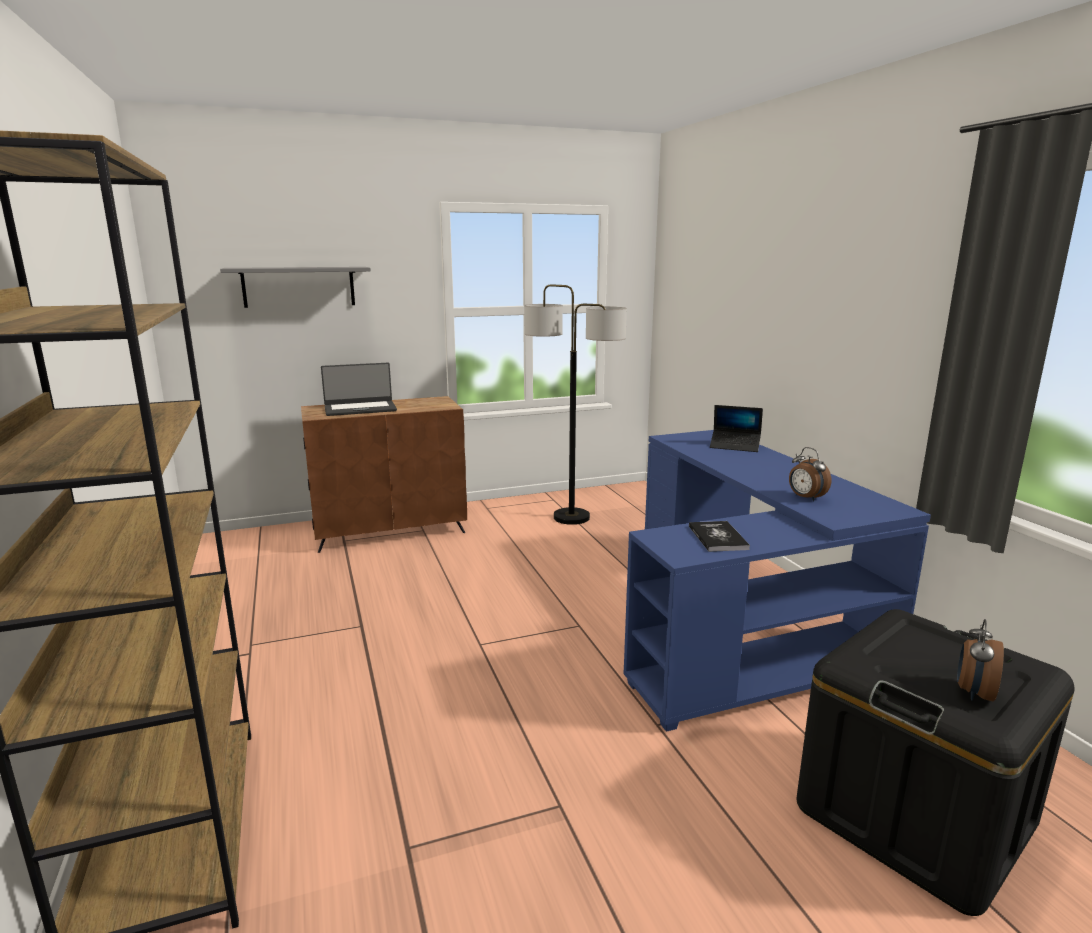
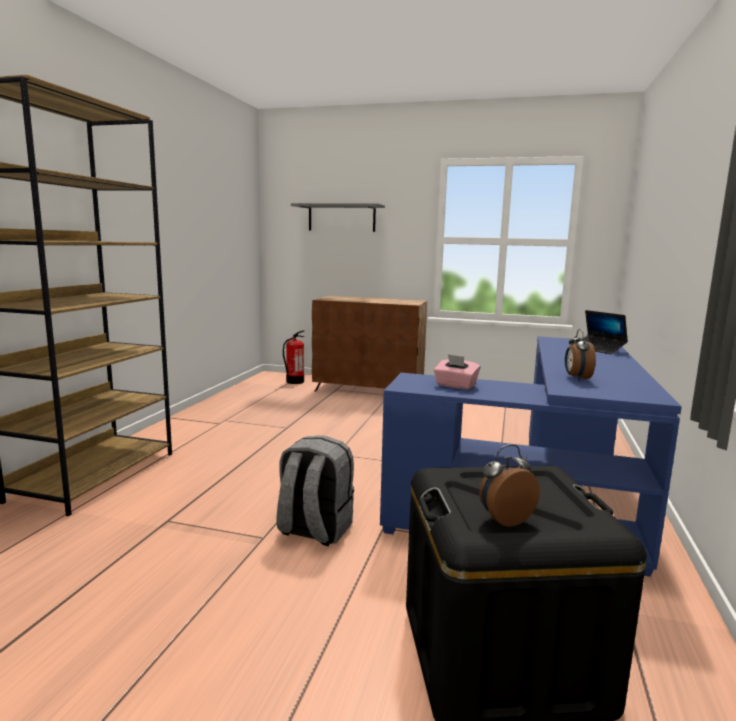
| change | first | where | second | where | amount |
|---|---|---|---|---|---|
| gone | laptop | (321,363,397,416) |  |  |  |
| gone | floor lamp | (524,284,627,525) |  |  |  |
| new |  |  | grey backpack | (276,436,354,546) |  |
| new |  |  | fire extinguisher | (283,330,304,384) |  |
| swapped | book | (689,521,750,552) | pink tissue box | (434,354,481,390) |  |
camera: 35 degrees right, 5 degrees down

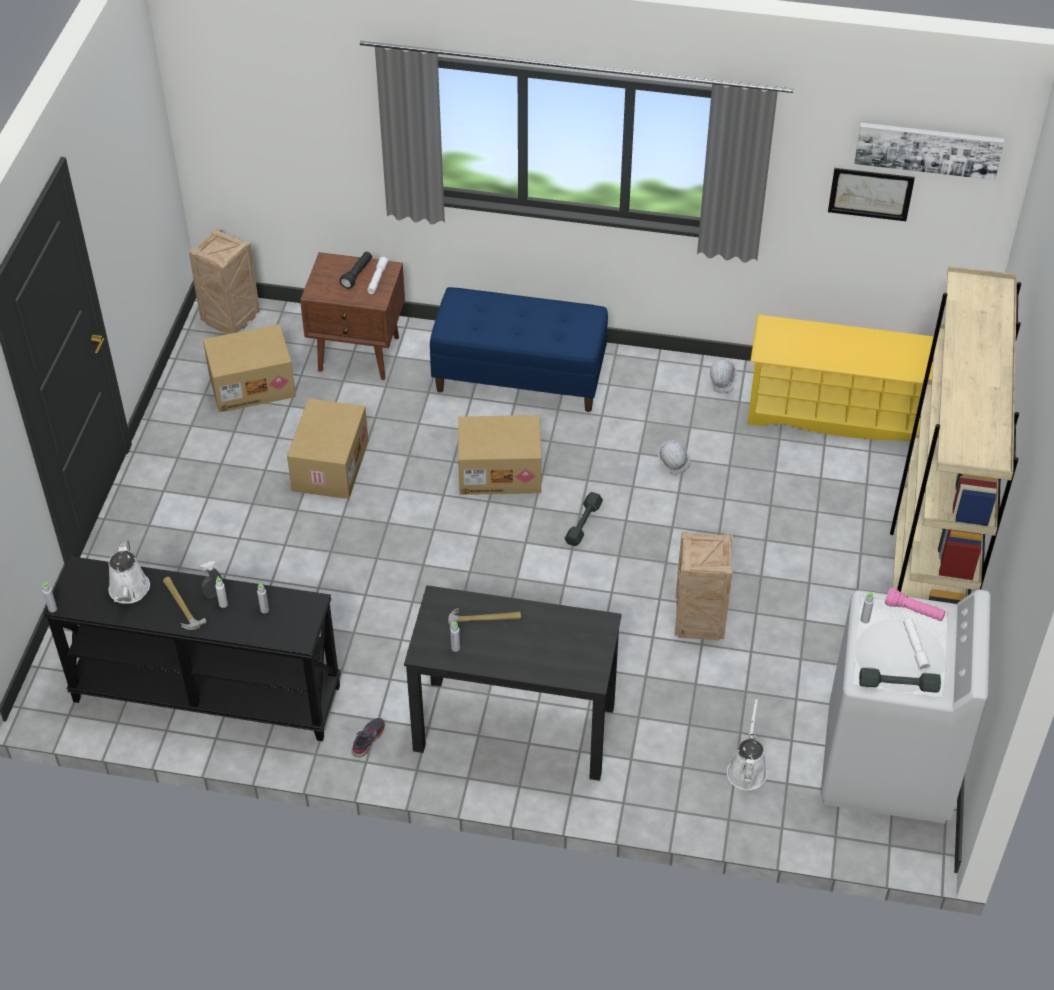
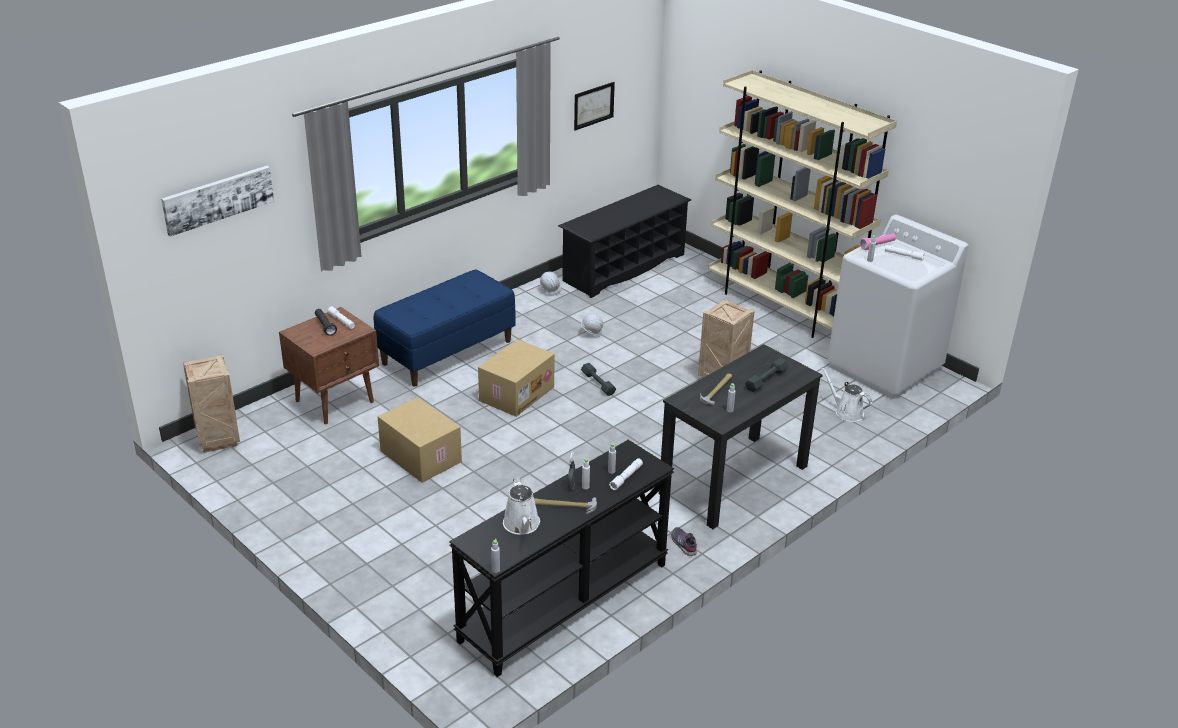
| change | first | where | second | where | amount |
|---|---|---|---|---|---|
| gone | cardboard box | (203,324,296,413) |  |  |  |
| new |  |  | white flashlight | (609,458,643,490) |  |
| shifted | picture | (854,123,1004,180) |  | (161,166,274,237) |  |
| shifted | grey dumbbell | (859,668,941,692) |  | (745,358,788,392) |  |
| repainted | yellow shoe rack | (747,314,934,441) | black shoe rack | (558,185,691,298) |  |
| rotated | white watering can | (108,540,150,604) |  | (503,478,540,535) | 45 degrees clockwise |
camera: 55 degrees left, 15 degrees down

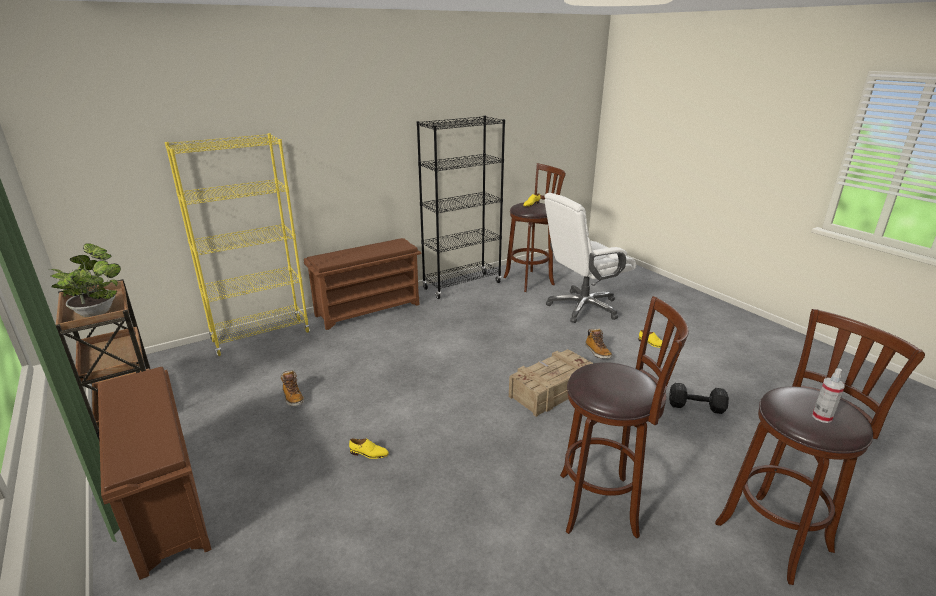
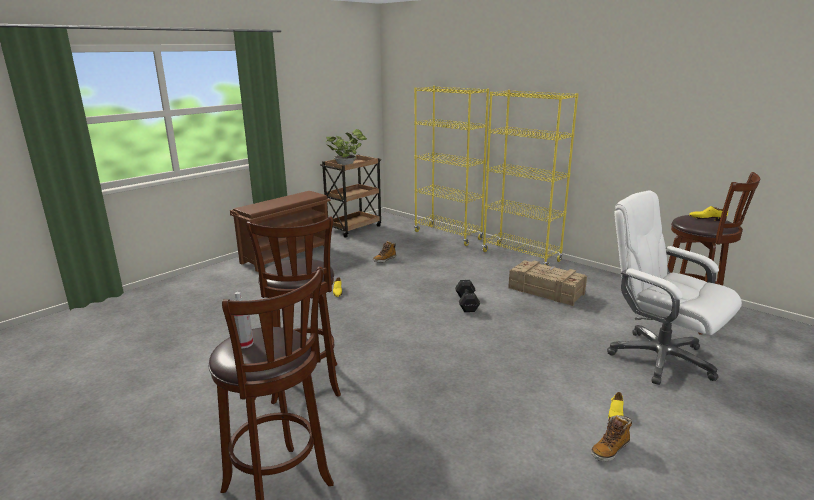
| change | first | where | second | where | amount |
|---|---|---|---|---|---|
| gone | black bookcase | (417,116,505,299) |  |  |  |
| shifted | crate | (509,349,593,417) |  | (508,260,587,306) |  |
| shifted | boot | (585,328,612,359) |  | (591,415,632,461) |  |
| shifted | black dumbbell | (669,383,729,414) |  | (455,280,480,312) |  |
| swapped | brown shoe rack | (304,238,421,330) | yellow bookcase | (482,90,579,266) |  |
camera: 75 degrees right, 5 degrees down

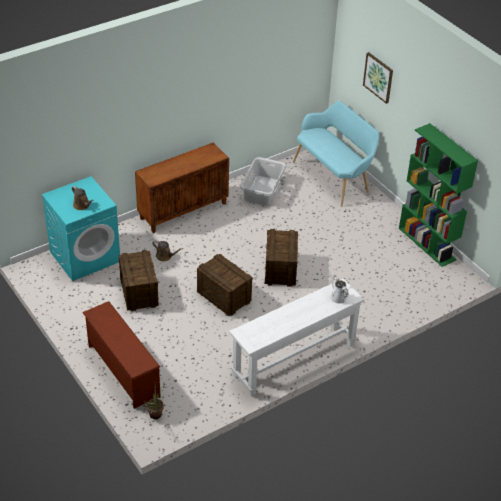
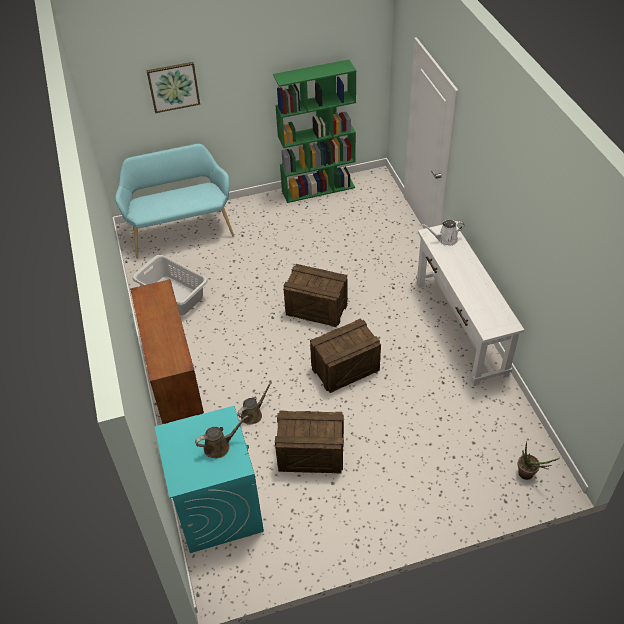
| change | first | where | second | where | amount |
|---|---|---|---|---|---|
| gone | brown shoe rack | (82,301,161,409) |  |  |  |
camera: 70 degrees left, 5 degrees up

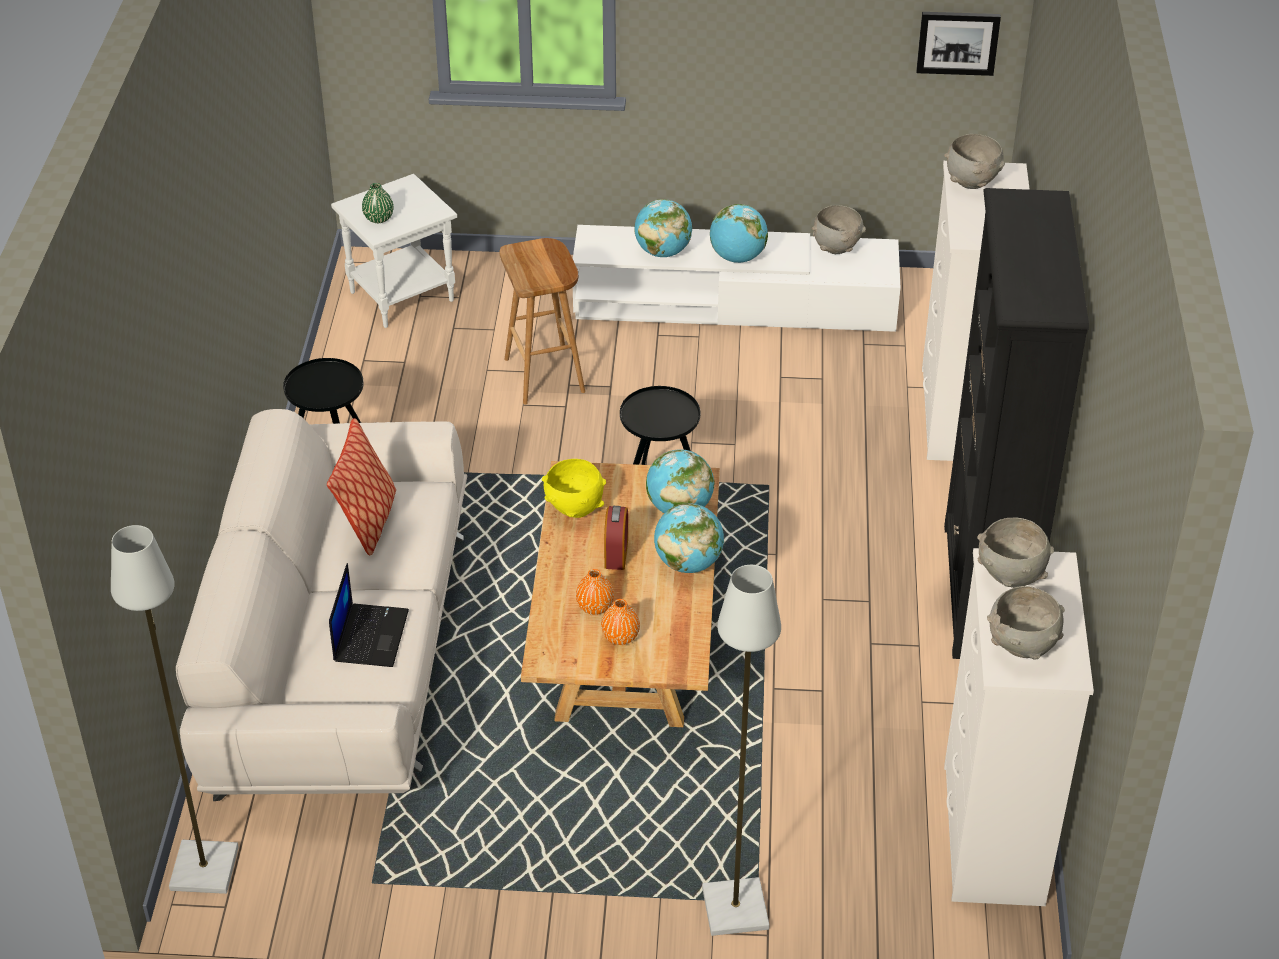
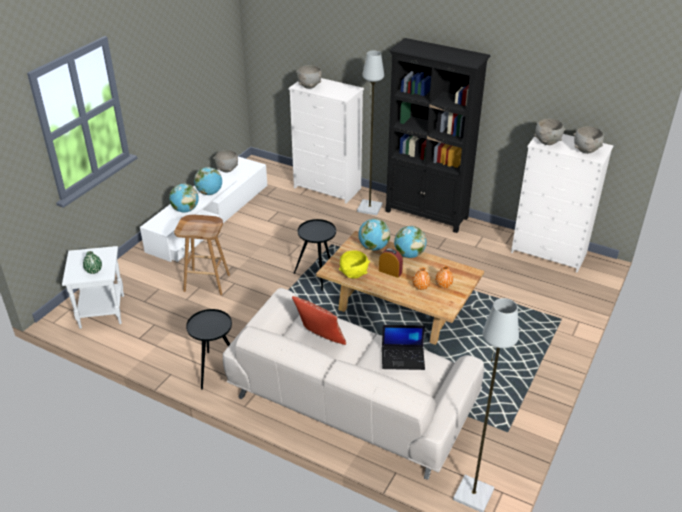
| change | first | where | second | where | amount |
|---|---|---|---|---|---|
| gone | picture | (916,12,1001,76) |  |  |  |
| shifted | grey floor lamp | (702,565,781,936) |  | (357,51,384,215) |  |
| rotated | laptop | (329,563,409,667) |  | (382,325,425,370) | 150 degrees clockwise |
camera: 65 degrees left, 5 degrees down

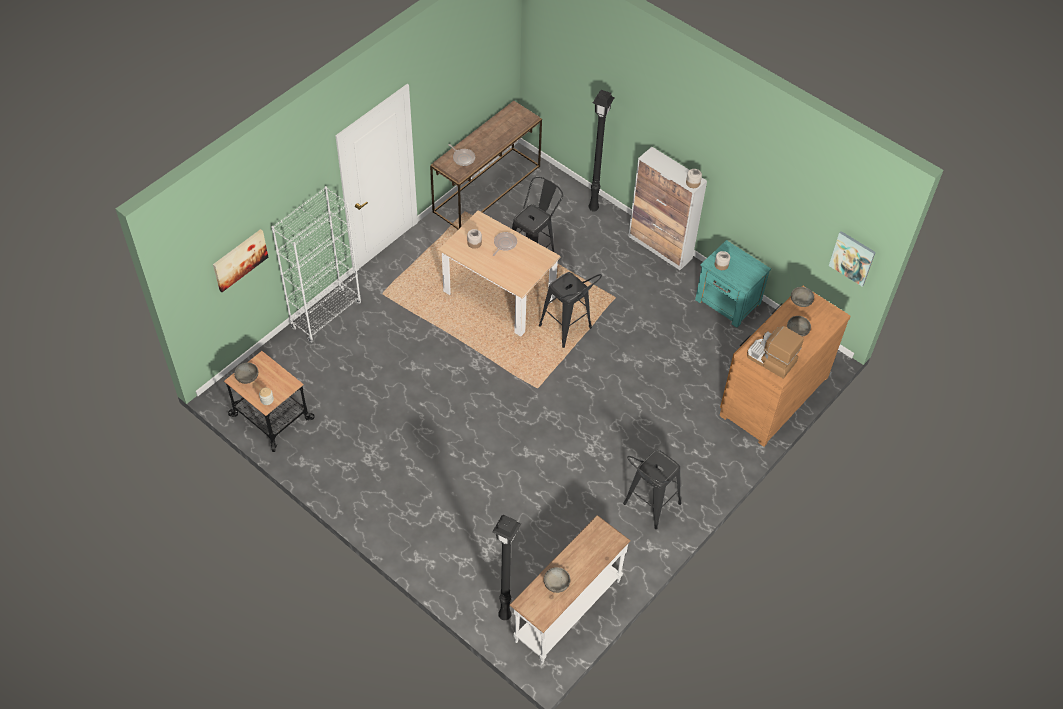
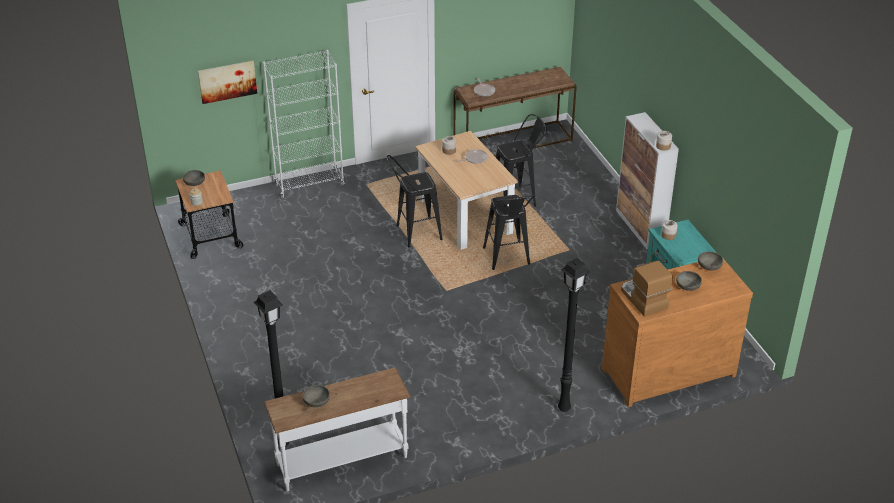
| change | first | where | second | where | amount |
|---|---|---|---|---|---|
| gone | picture | (829,231,876,286) |  |  |  |
| shifted | black floor lamp | (588,90,615,212) |  | (558,258,590,412) |  |
| shifted | black stool | (623,450,681,529) |  | (387,155,443,247) |  |
camera: 30 degrees right, 15 degrees down

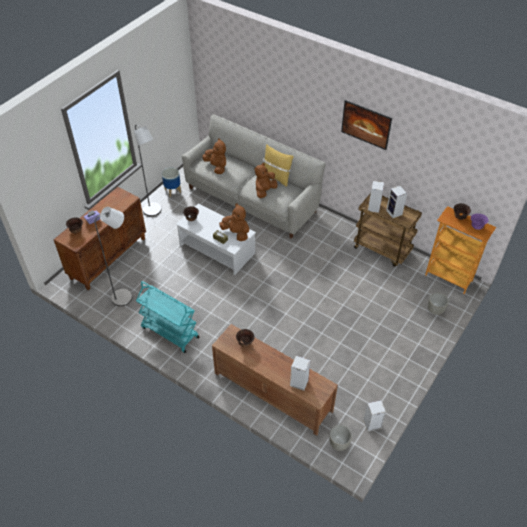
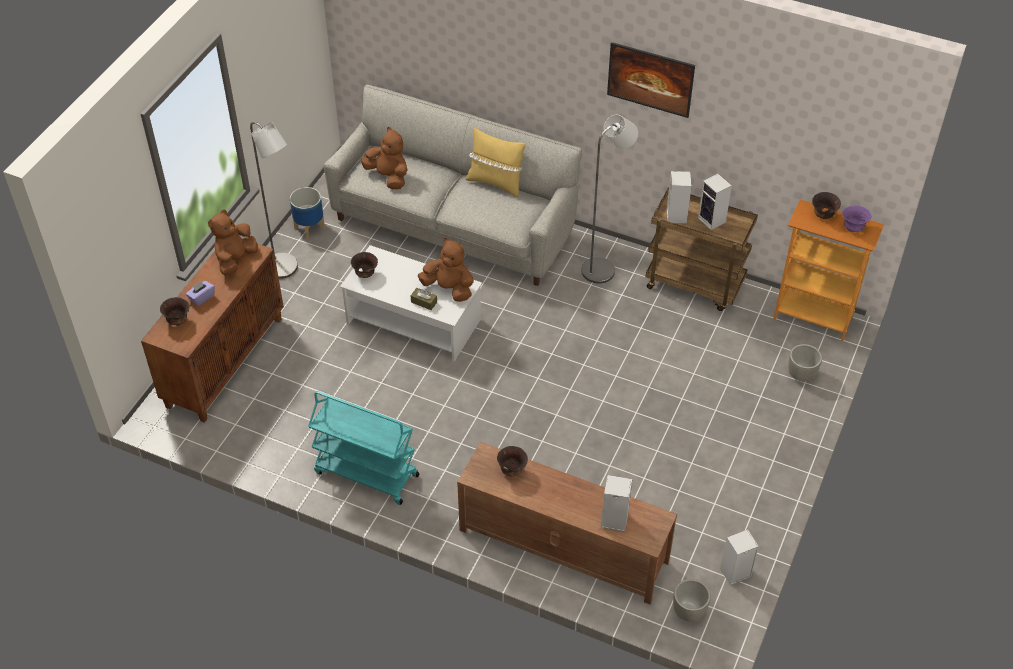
| change | first | where | second | where | amount |
|---|---|---|---|---|---|
| shifted | grey floor lamp | (94,207,132,306) |  | (581,115,638,284) |  |
| shifted | brown plush toy | (255,163,278,198) |  | (208,209,258,276) |  |
camera: 10 degrees left, 0 degrees up

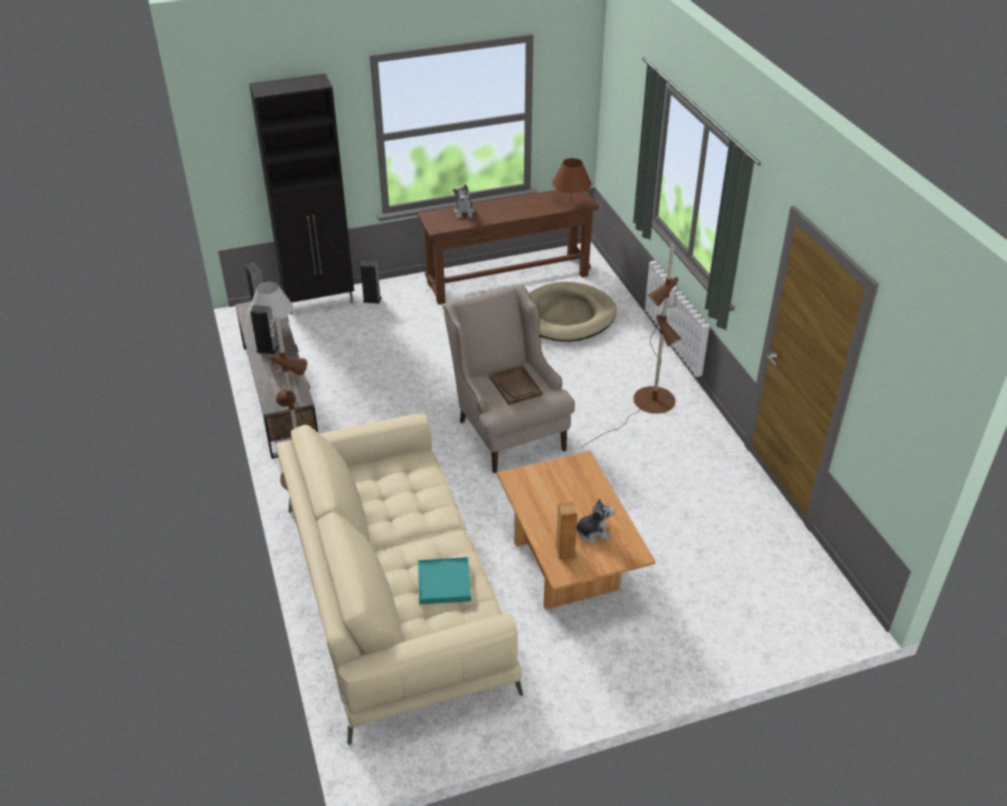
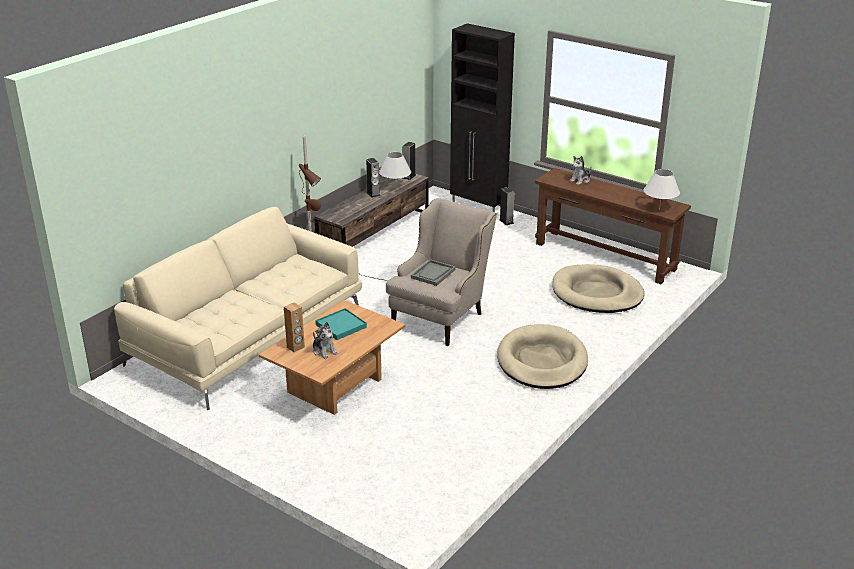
| change | first | where | second | where | amount |
|---|---|---|---|---|---|
| shifted | turquoise tray | (418,557,471,604) |  | (315,308,367,340) |  |
| swapped | brown floor lamp | (581,244,681,448) | beige dog bed | (497,324,588,389) |  |
| repainted | brown tray | (490,365,543,405) | grey tray | (411,259,456,286) |  |
| repainted | brown table lamp | (552,158,591,195) | white table lamp | (644,169,680,209) |  |
camera: 55 degrees right, 10 degrees down

